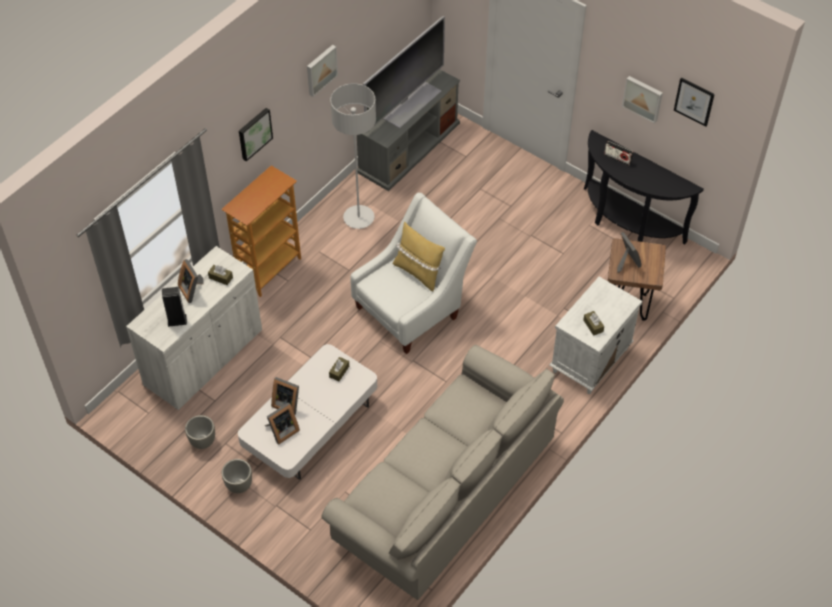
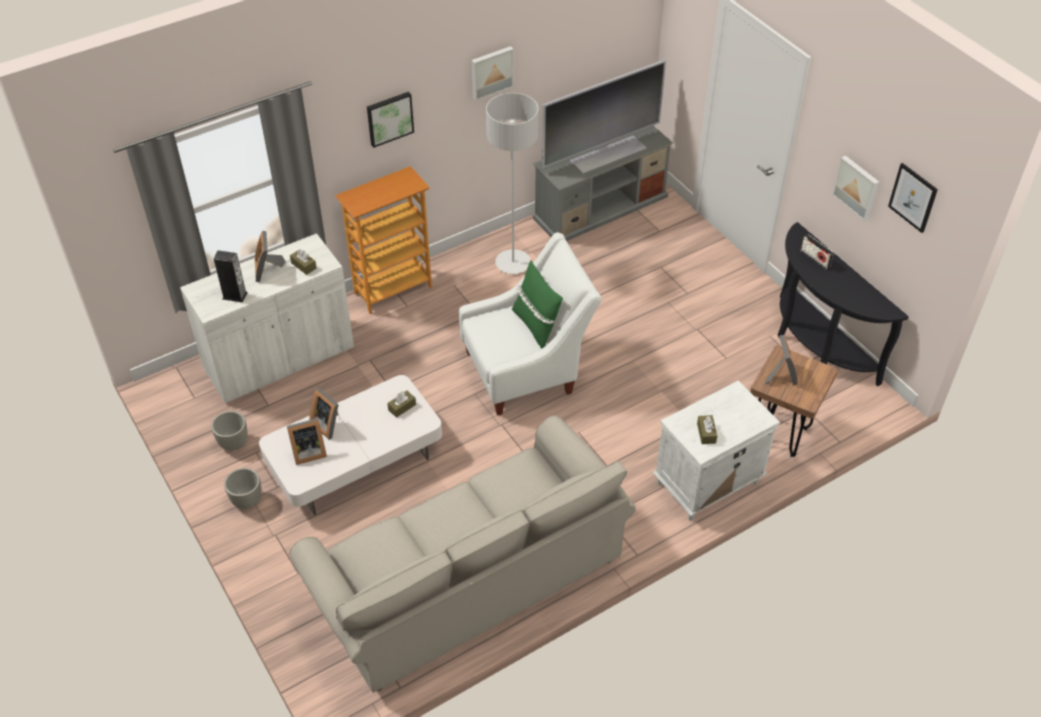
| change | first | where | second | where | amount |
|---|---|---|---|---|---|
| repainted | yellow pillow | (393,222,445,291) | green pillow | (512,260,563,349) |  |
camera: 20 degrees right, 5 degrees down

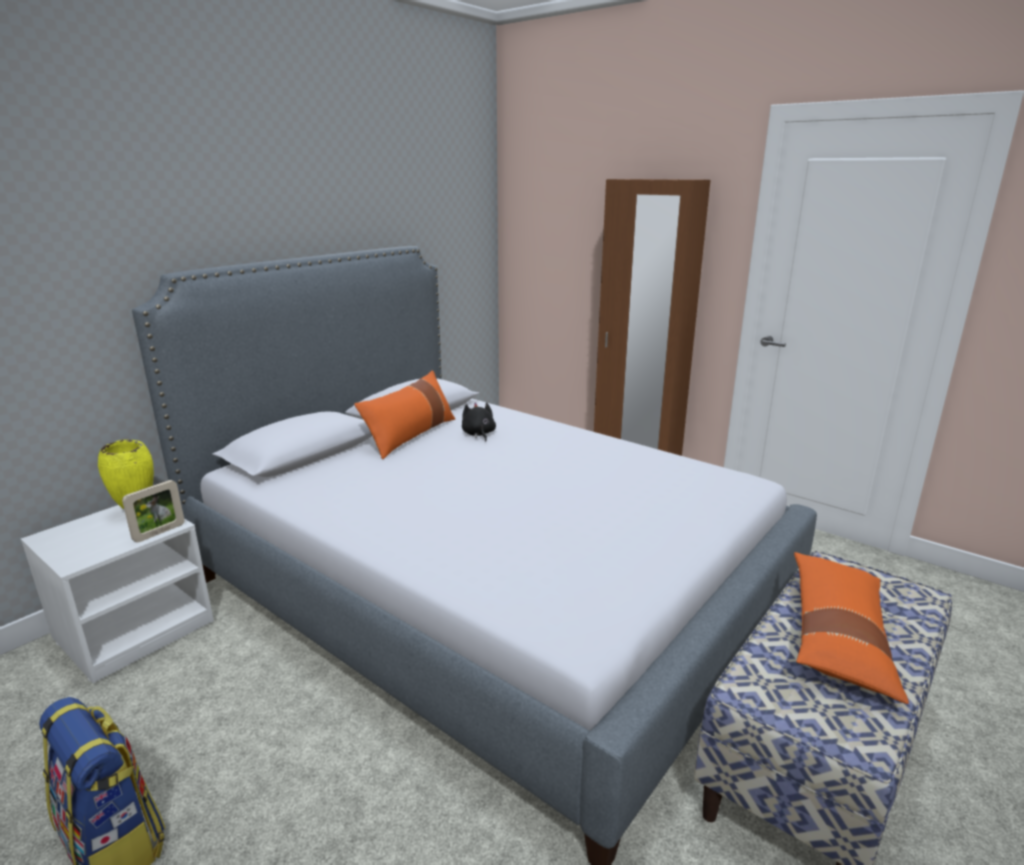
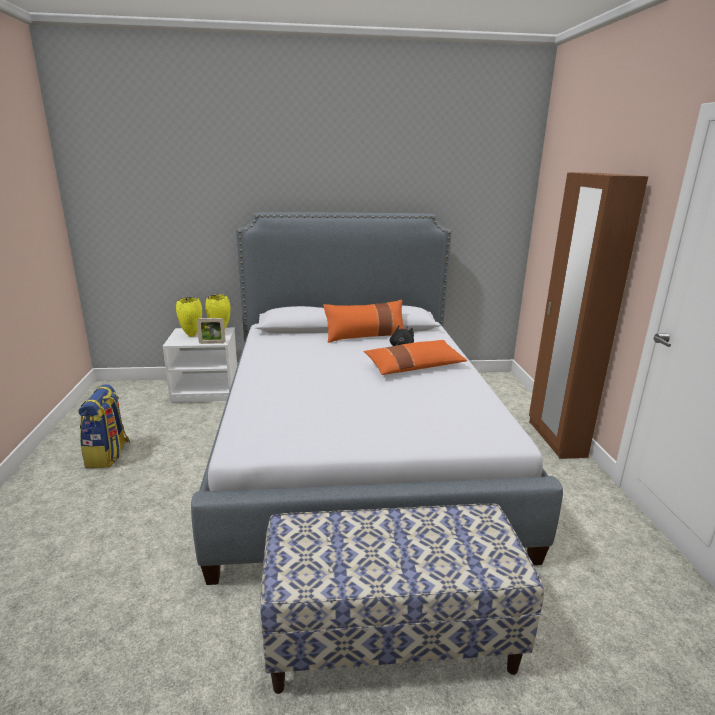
| change | first | where | second | where | amount |
|---|---|---|---|---|---|
| new |  |  | yellow vase | (176,297,202,337) |  |
| shifted | orange pillow | (794,552,909,704) |  | (364,340,467,375) |  |
camera: 45 degrees right, 0 degrees up

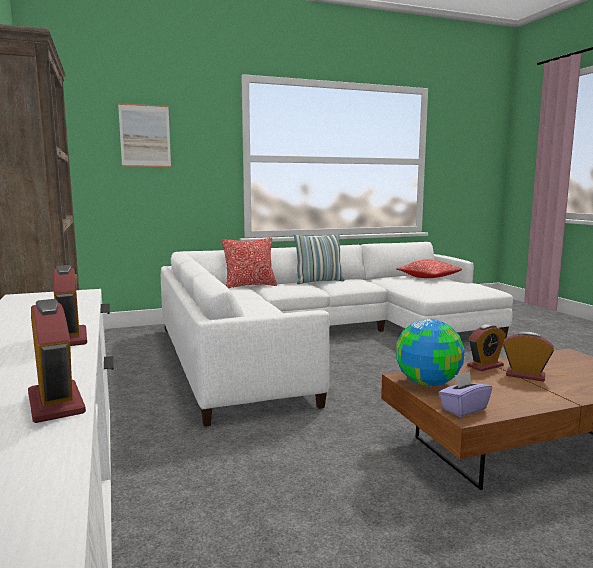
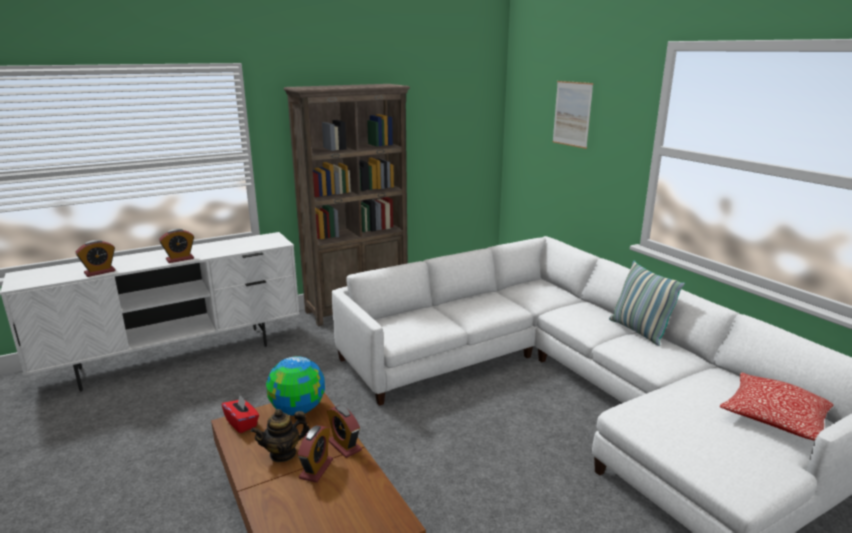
| change | first | where | second | where | amount |
|---|---|---|---|---|---|
| gone | pillow | (222,238,277,288) |  |  |  |
| new |  |  | teapot | (251,409,310,462) |  |
| repainted | purple tissue box | (438,371,492,417) | red tissue box | (222,395,259,433) |  |
camera: 80 degrees right, 10 degrees up

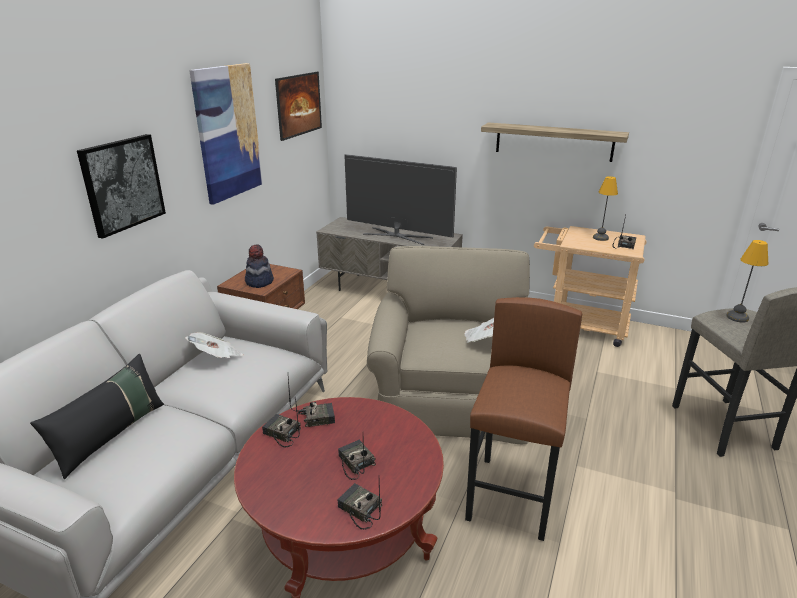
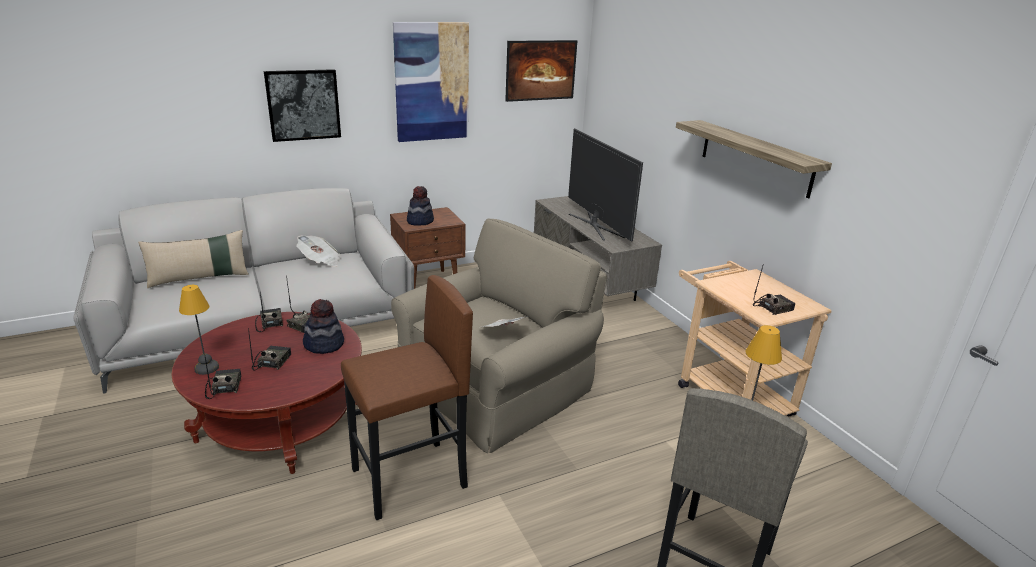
| change | first | where | second | where | amount |
|---|---|---|---|---|---|
| new |  |  | hat | (303,299,344,354) |  |
| shifted | table lamp | (593,176,618,241) |  | (179,285,219,375) |  |
| repainted | black pillow | (30,354,164,479) | beige pillow | (138,230,249,288) |  |
camera: 40 degrees right, 0 degrees up

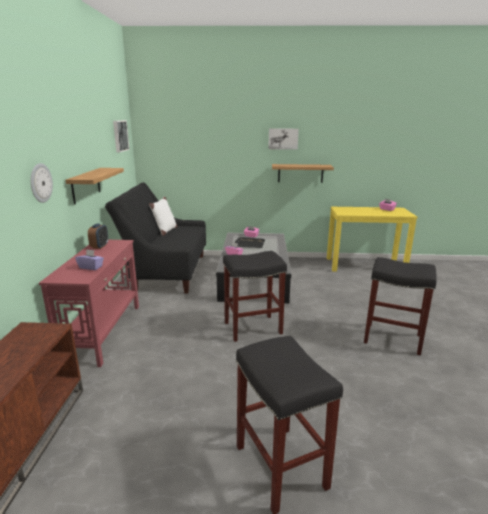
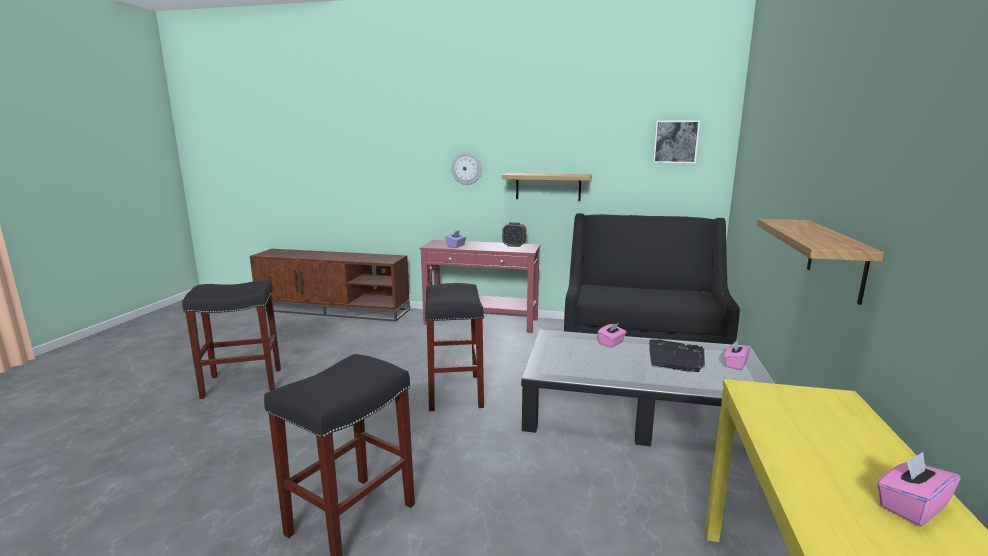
| change | first | where | second | where | amount |
|---|---|---|---|---|---|
| gone | white pillow | (149,196,177,236) |  |  |  |
| gone | picture | (268,128,299,150) |  |  |  |
camera: 100 degrees right, 5 degrees down

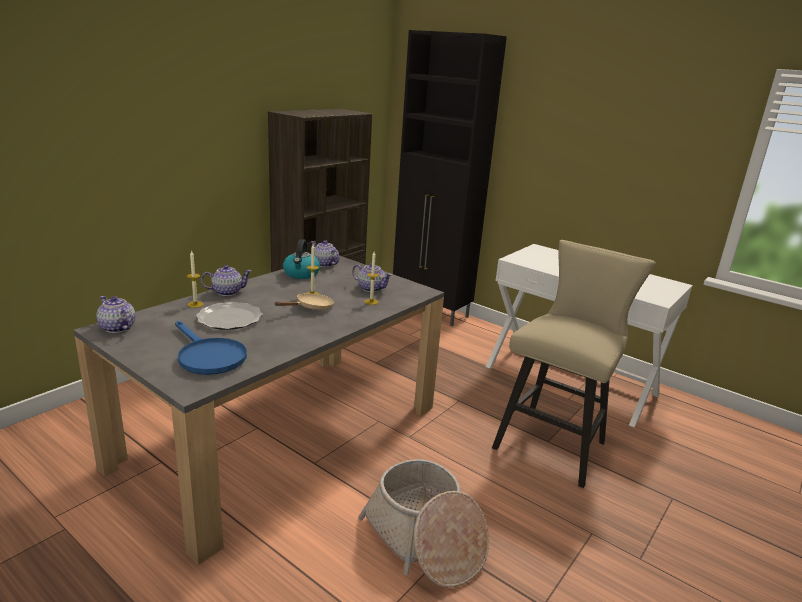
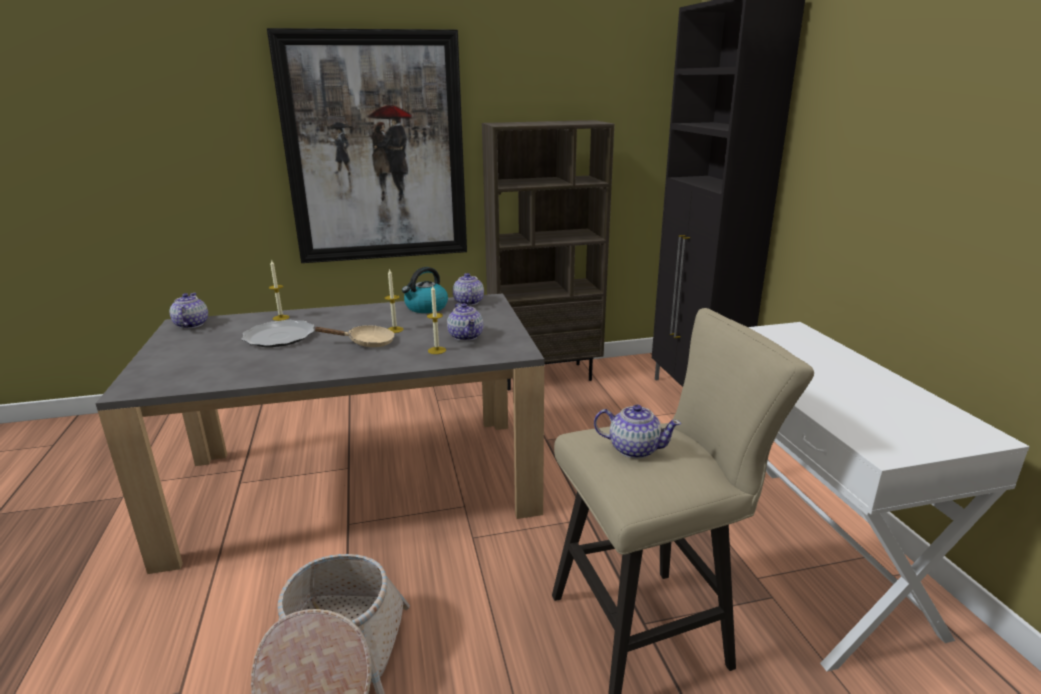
| change | first | where | second | where | amount |
|---|---|---|---|---|---|
| gone | blue frying pan | (175,321,247,375) |  |  |  |
| new |  |  | picture | (267,28,467,263) |  |
| shifted | teapot | (201,265,252,296) |  | (594,404,681,459) |  |
camera: 40 degrees right, 0 degrees up

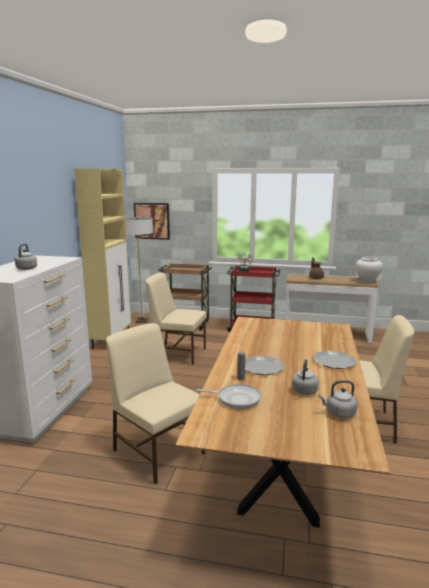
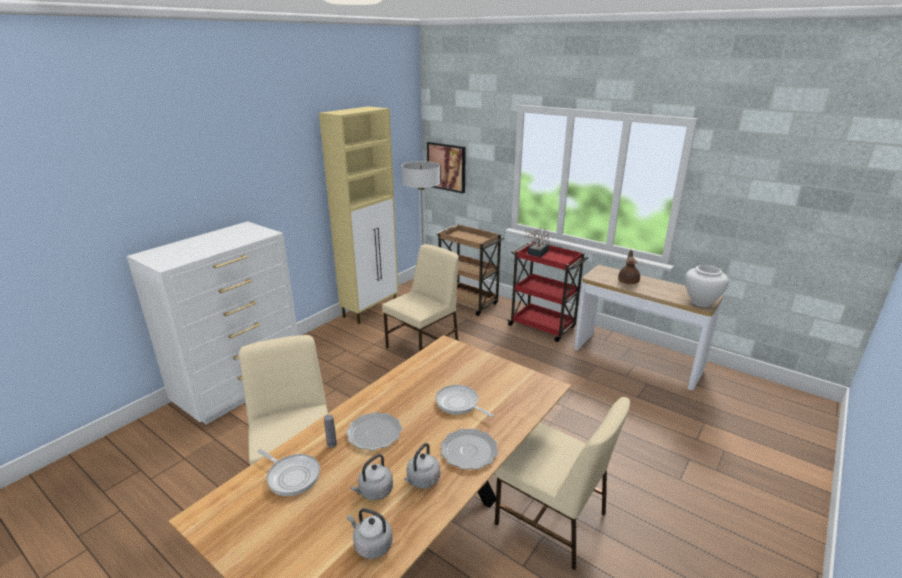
| change | first | where | second | where | amount |
|---|---|---|---|---|---|
| new |  |  | frying pan | (436,385,494,417) |  |
| shifted | grey kettle | (14,244,37,270) |  | (404,443,440,489) |  |
| rotated | beige chair | (145,272,207,365) |  | (382,244,459,351) | 90 degrees clockwise |
camera: 25 degrees right, 10 degrees up

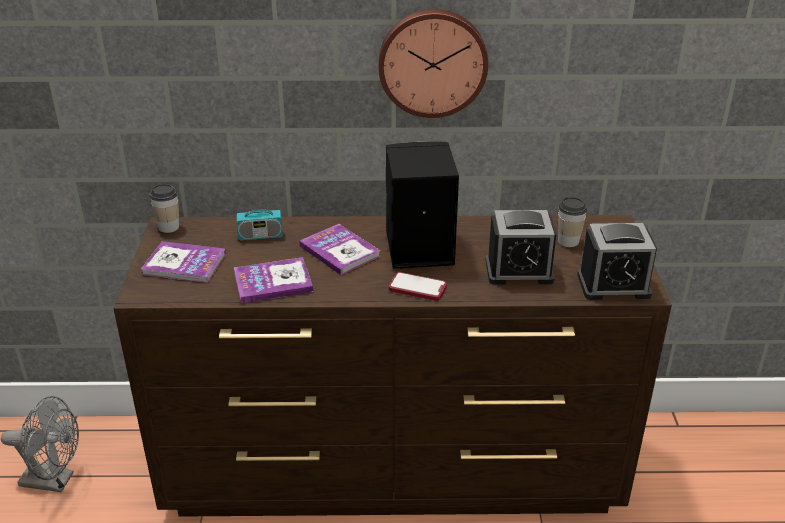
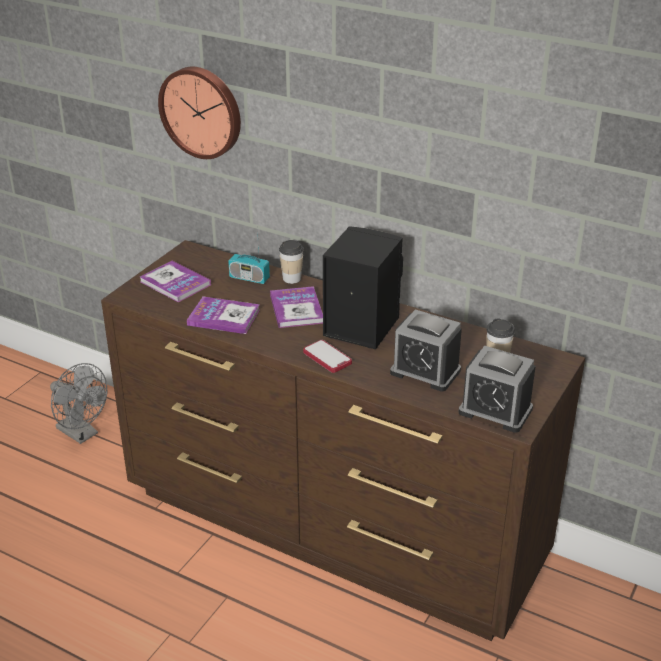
| change | first | where | second | where | amount |
|---|---|---|---|---|---|
| shifted | cup | (149,184,179,233) |  | (279,240,304,284) |  |
| shifted | wall clock | (378,9,488,118) |  | (158,67,241,159) |  |
camera: 30 degrees right, 0 degrees up

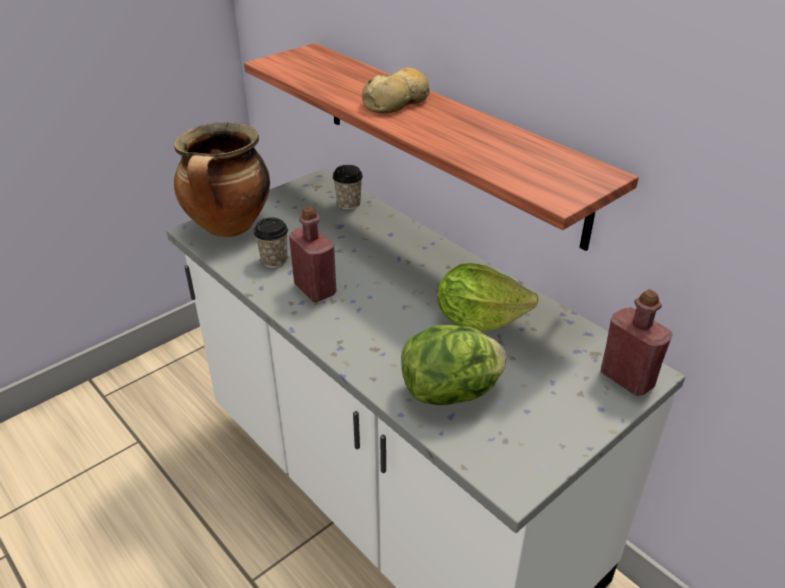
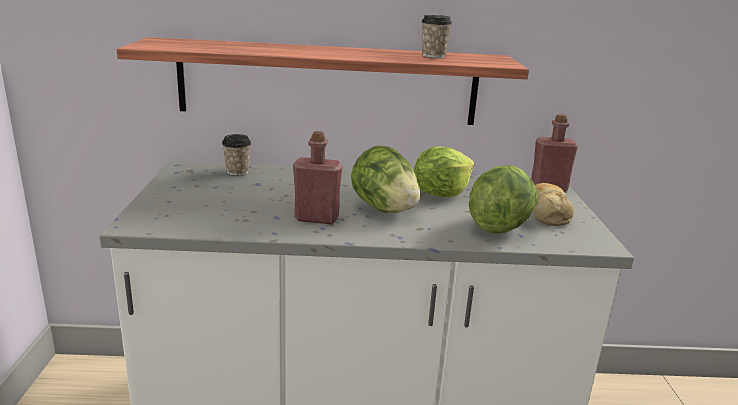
| change | first | where | second | where | amount |
|---|---|---|---|---|---|
| gone | cooking pot | (174,122,270,237) |  |  |  |
| new |  |  | lettuce | (351,146,420,213) |  |
| shifted | cup | (254,218,288,268) |  | (421,15,452,58) |  |
| shifted | bread | (362,67,430,113) |  | (533,183,574,226) |  |
camera: 50 degrees left, 15 degrees down

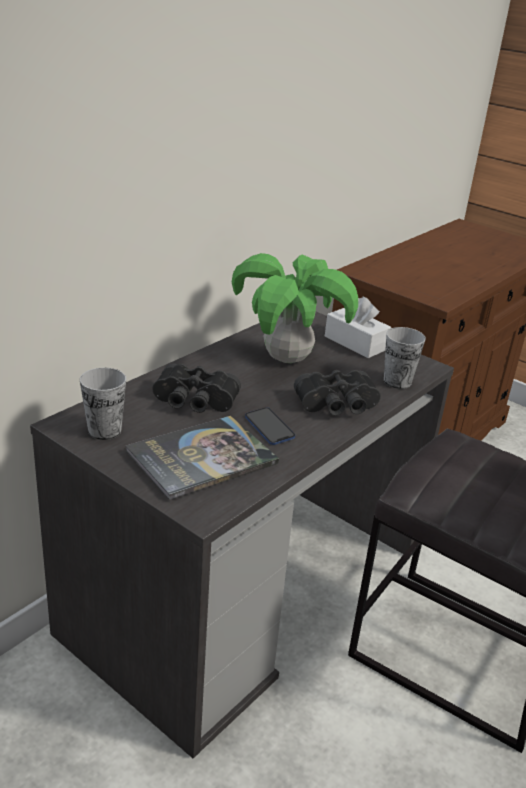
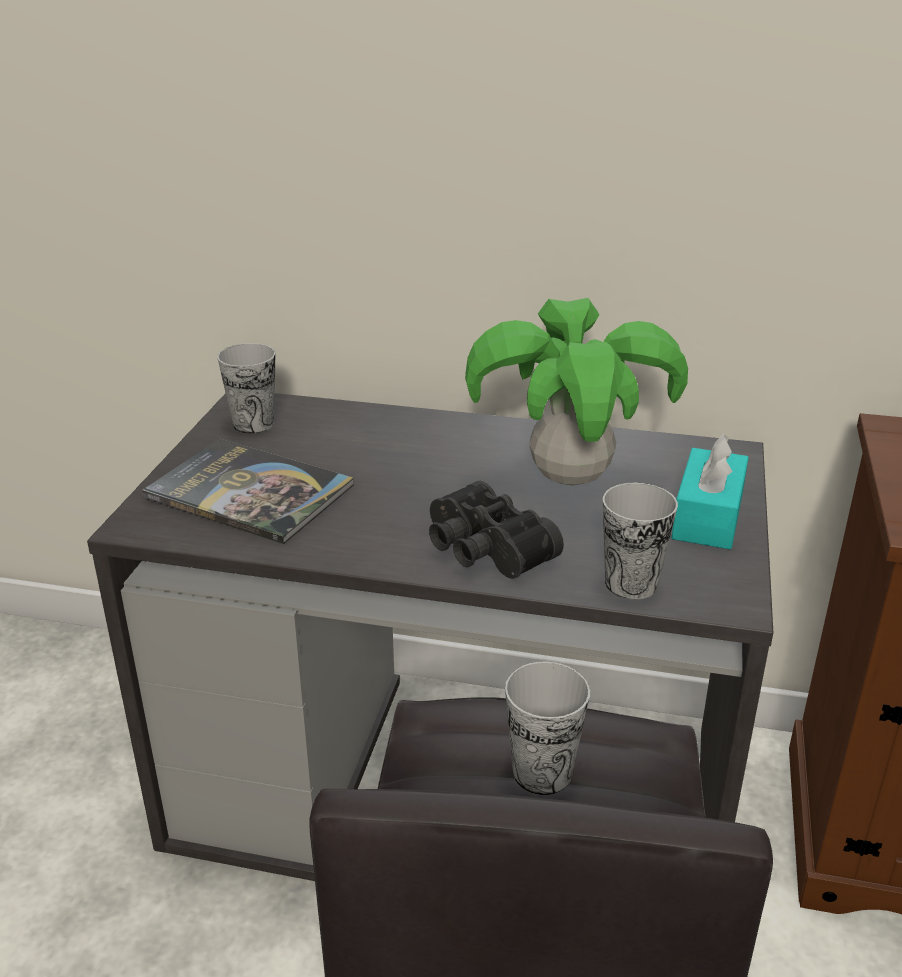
| change | first | where | second | where | amount |
|---|---|---|---|---|---|
| gone | black binoculars | (153,364,241,413) |  |  |  |
| gone | phone | (245,407,295,445) |  |  |  |
| new |  |  | cup | (505,662,590,795) |  |
| repainted | white tissue box | (325,297,392,358) | turquoise tissue box | (672,434,749,549) |  |
camera: 65 degrees right, 0 degrees up

